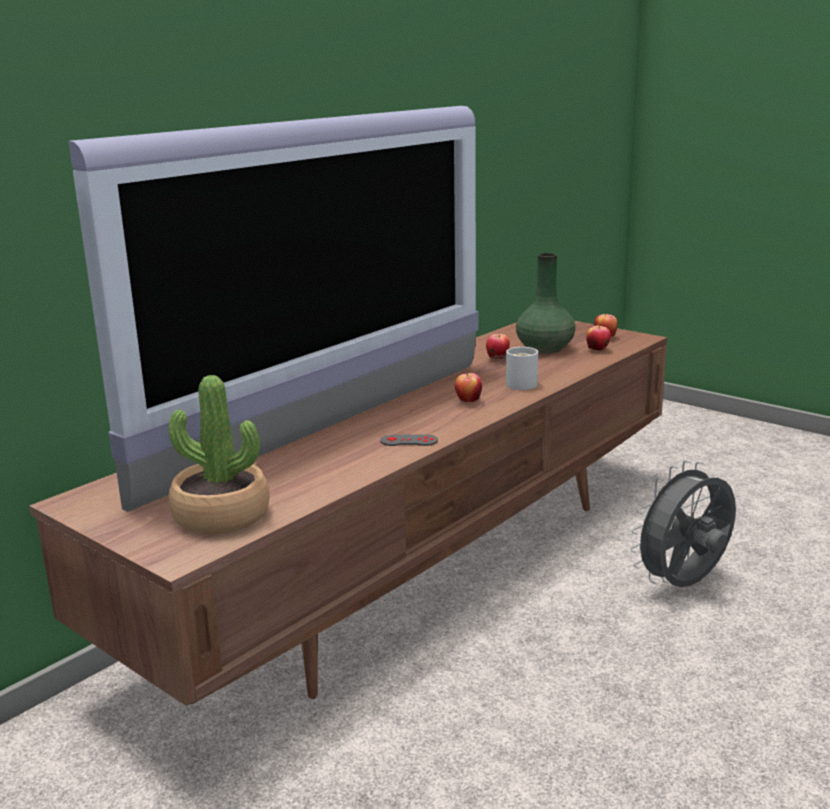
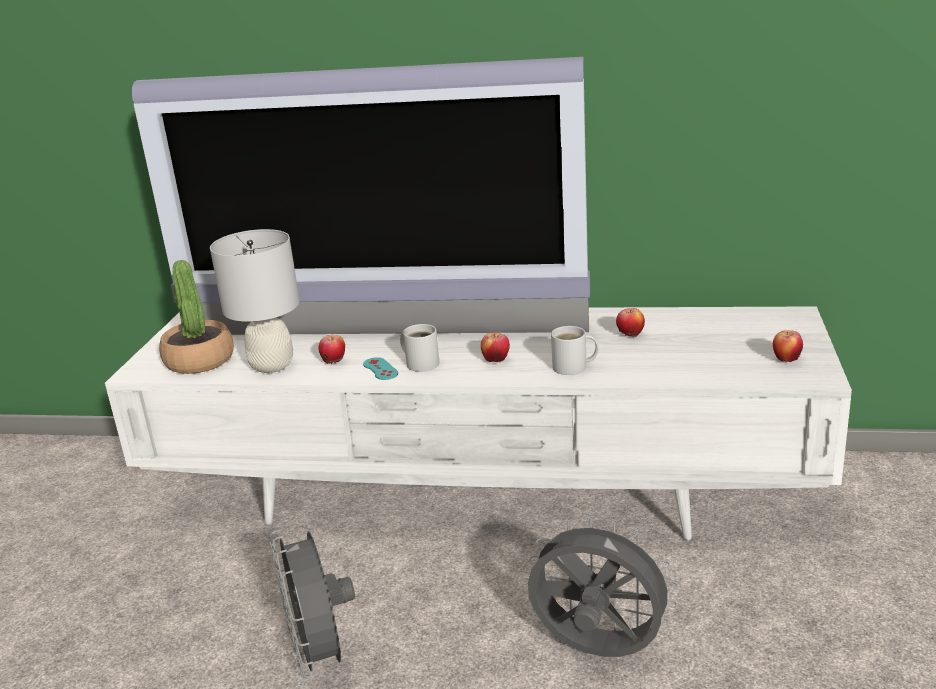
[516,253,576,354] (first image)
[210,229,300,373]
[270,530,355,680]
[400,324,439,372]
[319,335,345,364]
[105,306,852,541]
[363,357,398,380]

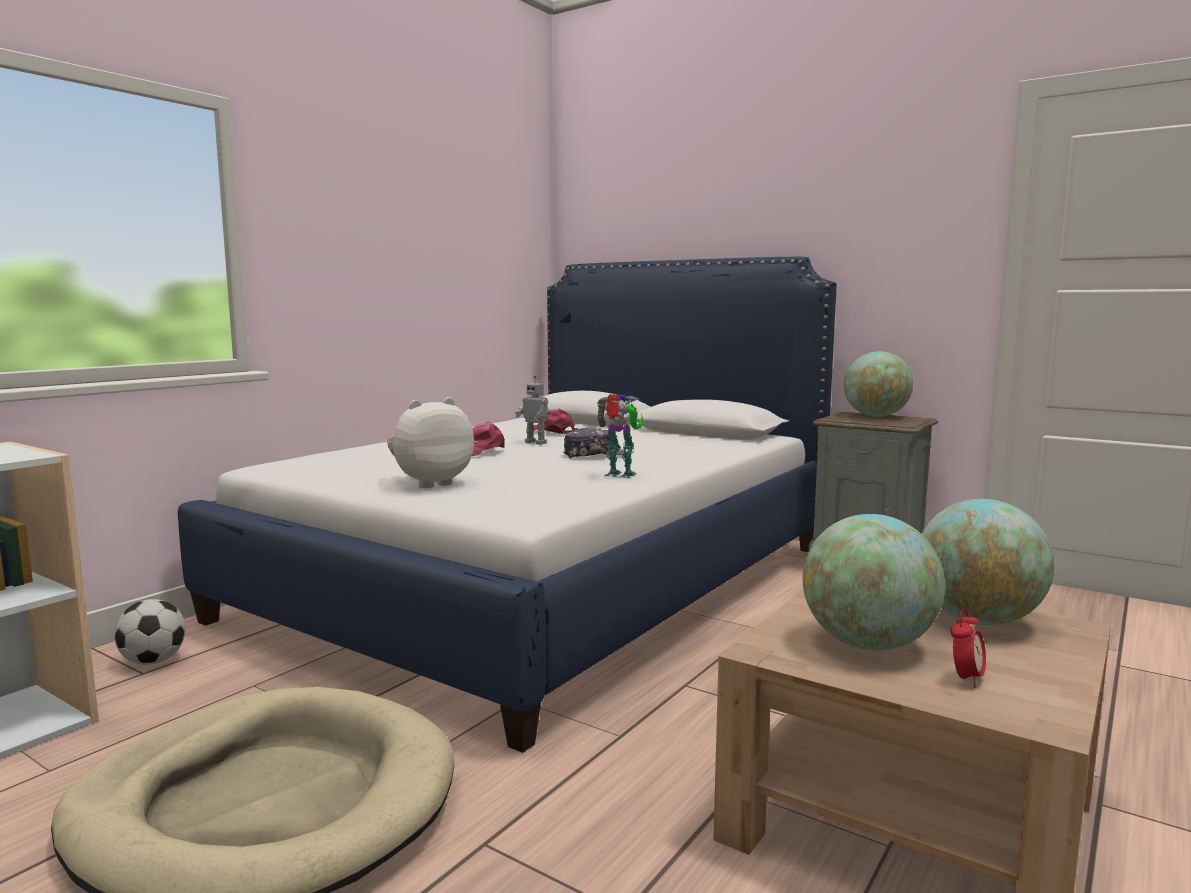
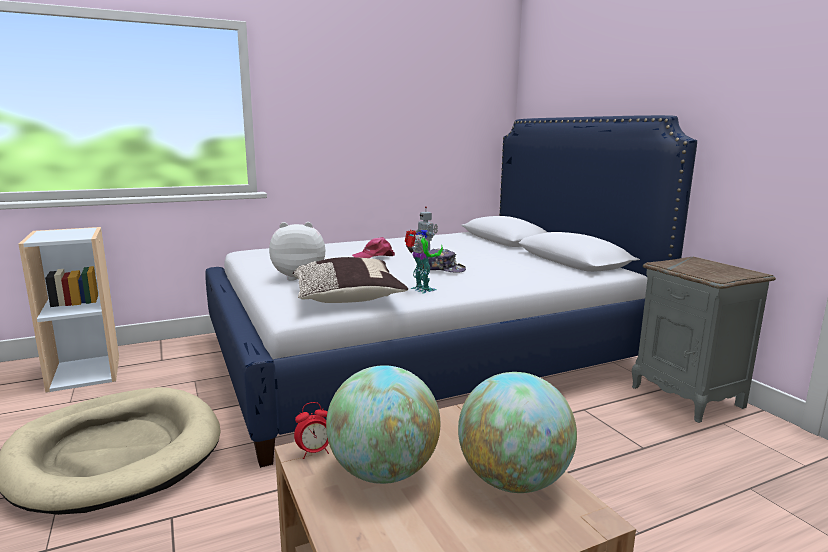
[114,599,186,665] (first image)
[526,409,576,434] (first image)
[844,351,913,417] (first image)
[292,257,408,303]
[294,402,329,459]

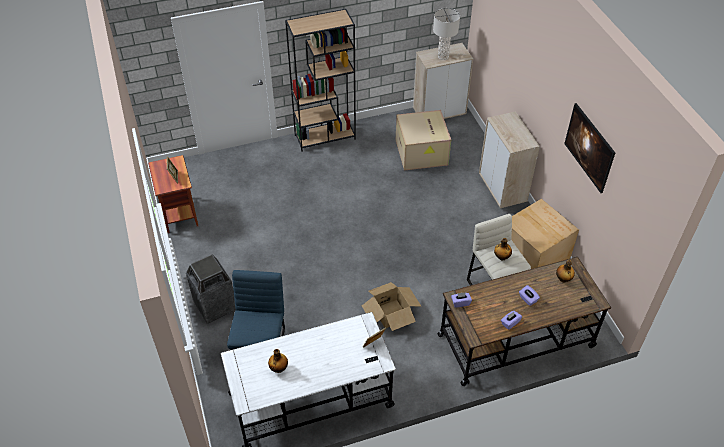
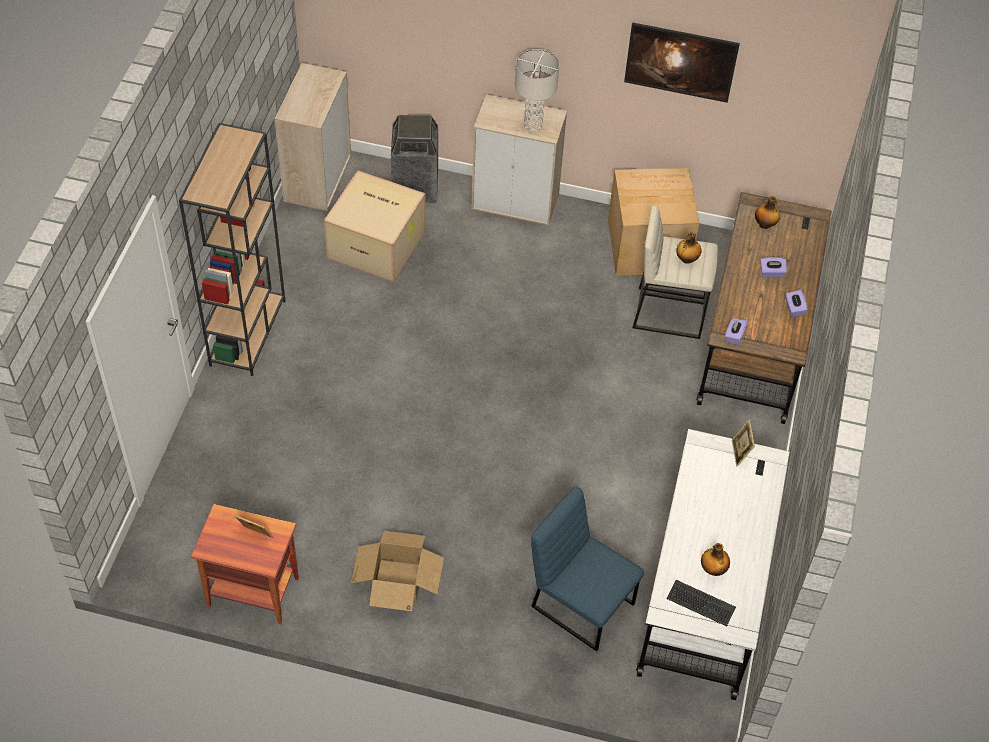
[666,580,736,626]
[391,115,438,203]
[351,531,444,611]
[515,49,559,132]

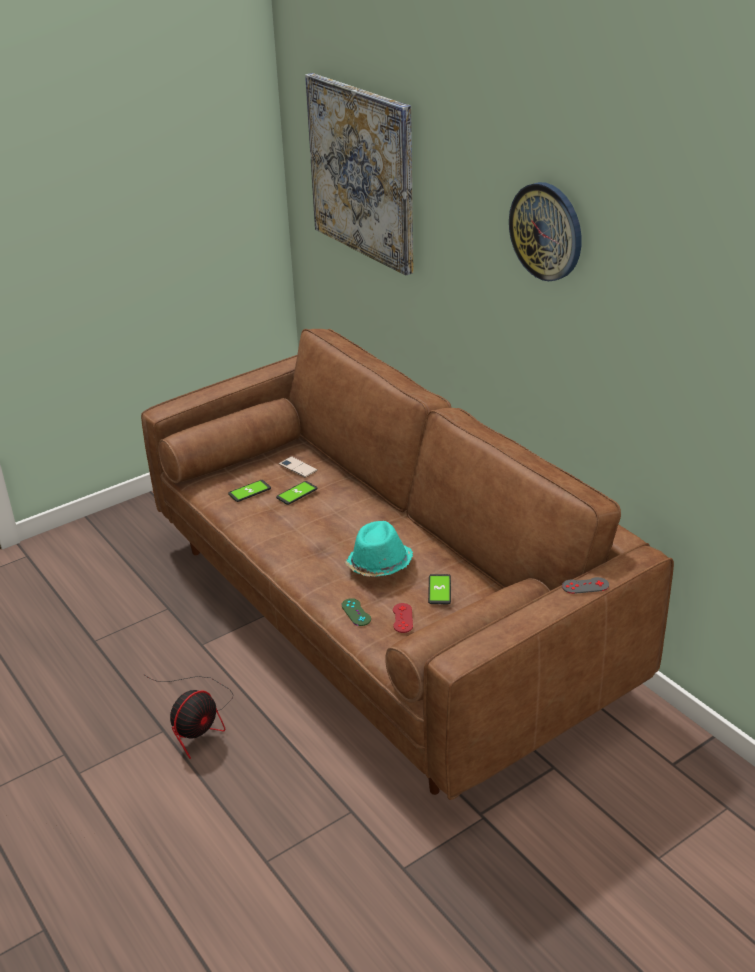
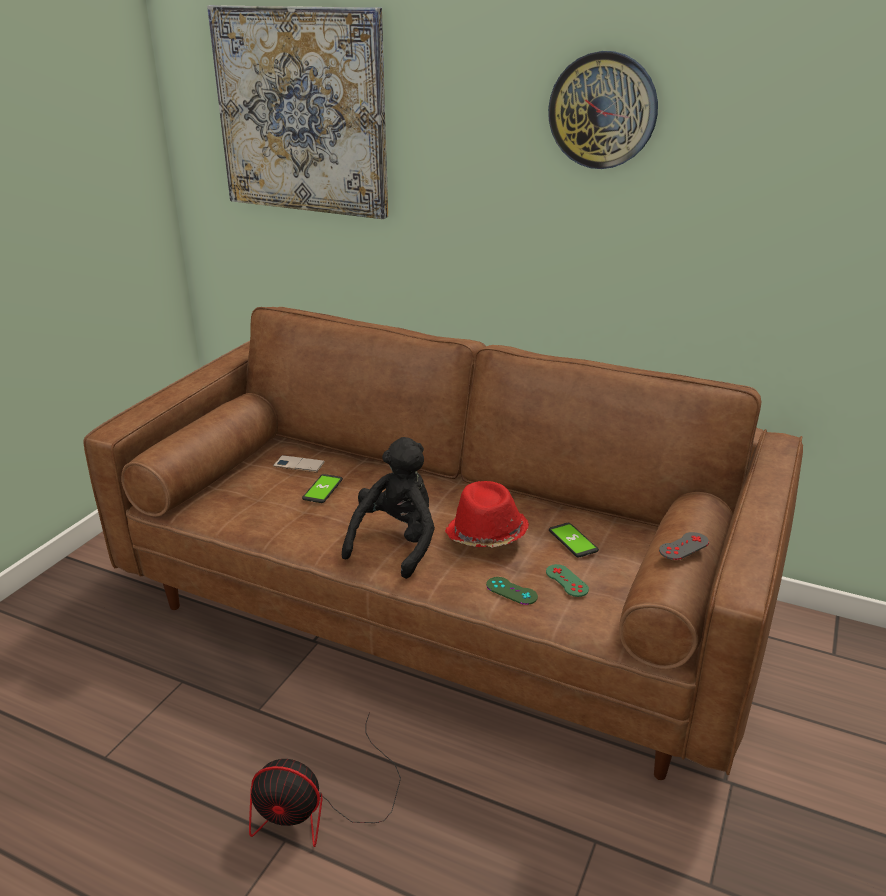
[228,480,271,502] (first image)
[342,437,435,579]
[659,532,709,560]
[445,481,529,548]
[546,564,589,597]
[249,712,401,847]

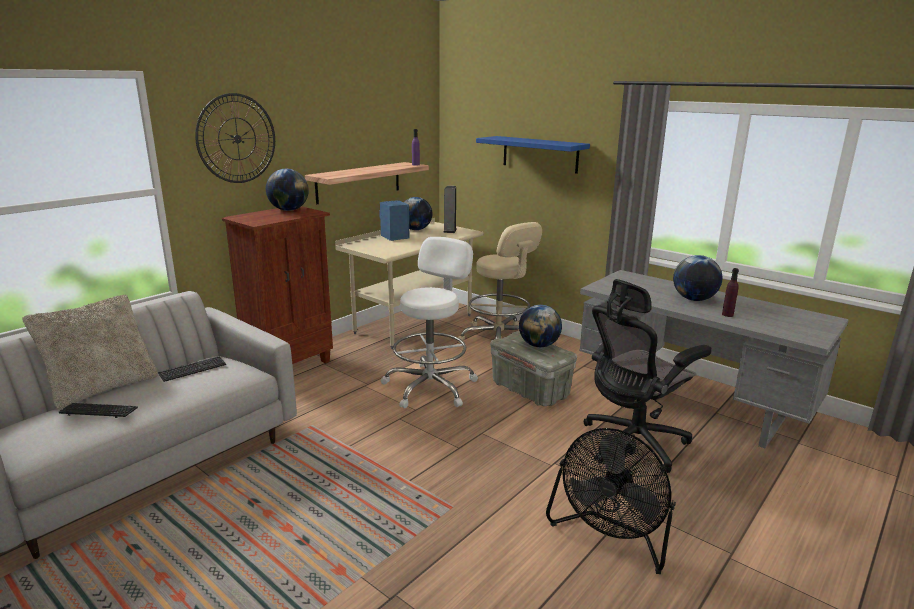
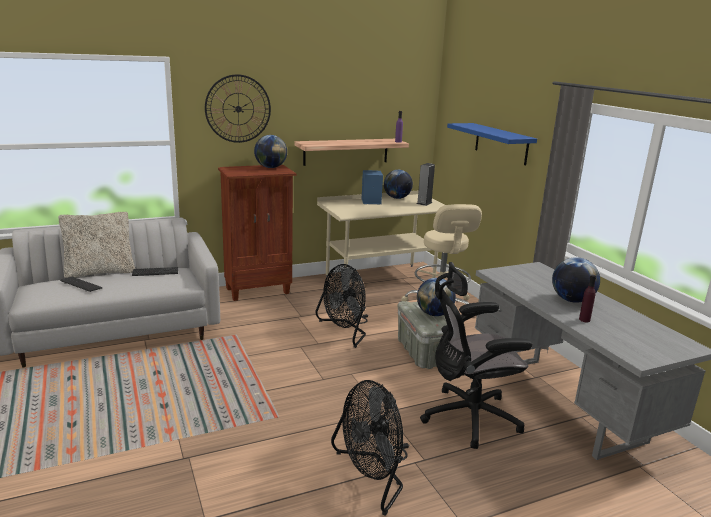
[316,264,368,348]

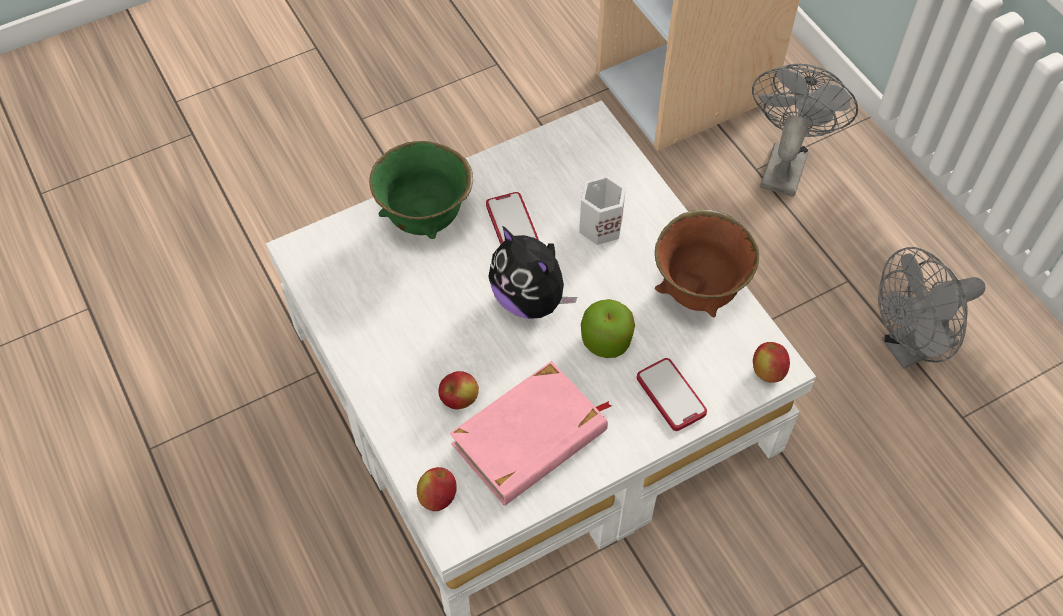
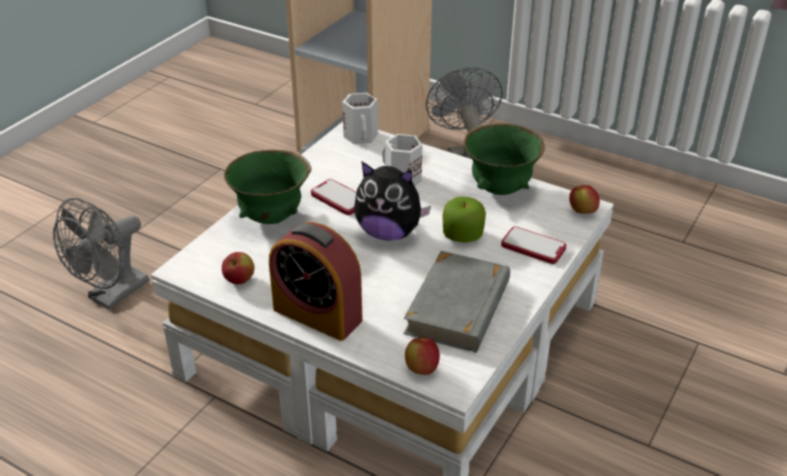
[269,222,363,341]
[342,93,378,144]
[222,252,255,284]
[53,198,149,310]
[404,251,510,353]
[464,123,545,195]

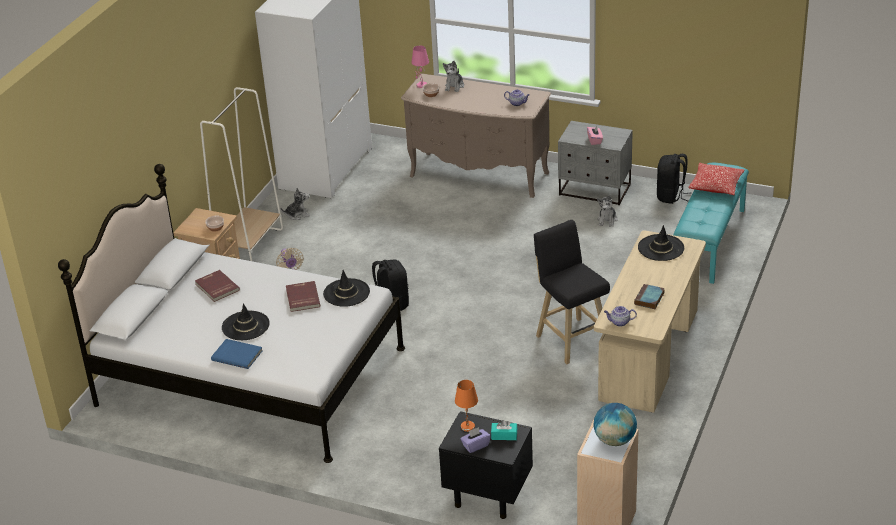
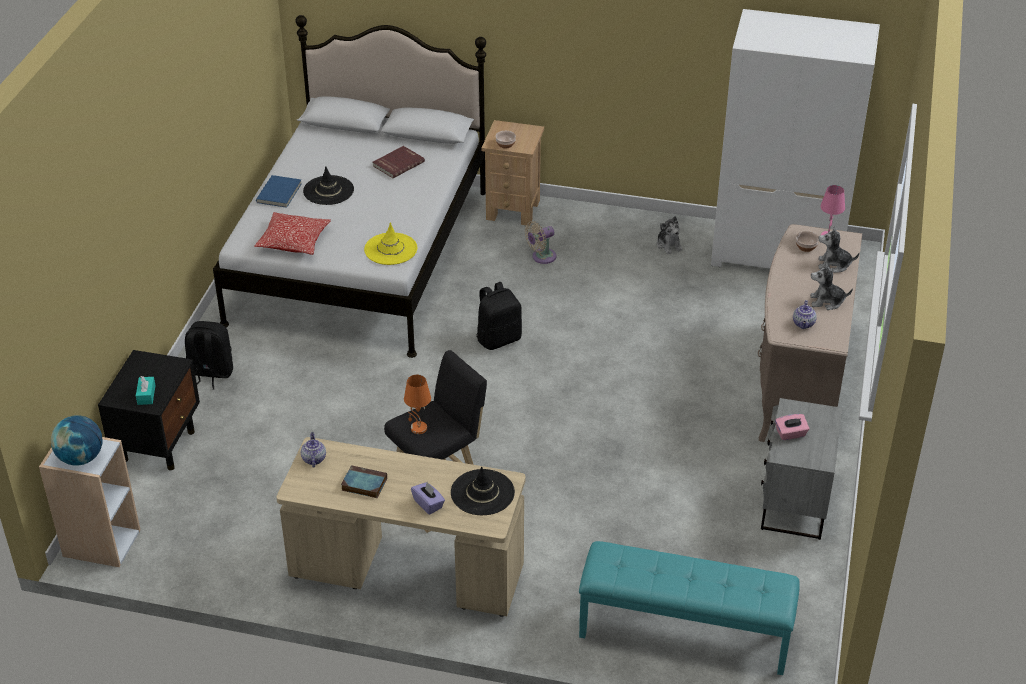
[200,87,283,261] (first image)
[286,281,320,312] (first image)
[404,375,431,434]
[411,482,445,515]
[810,263,853,310]
[185,321,233,390]
[254,212,331,255]
[364,222,417,265]

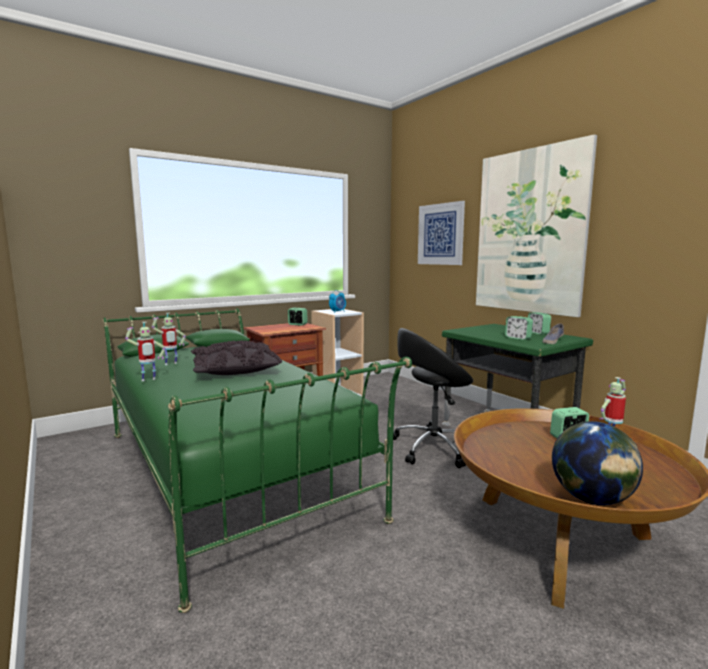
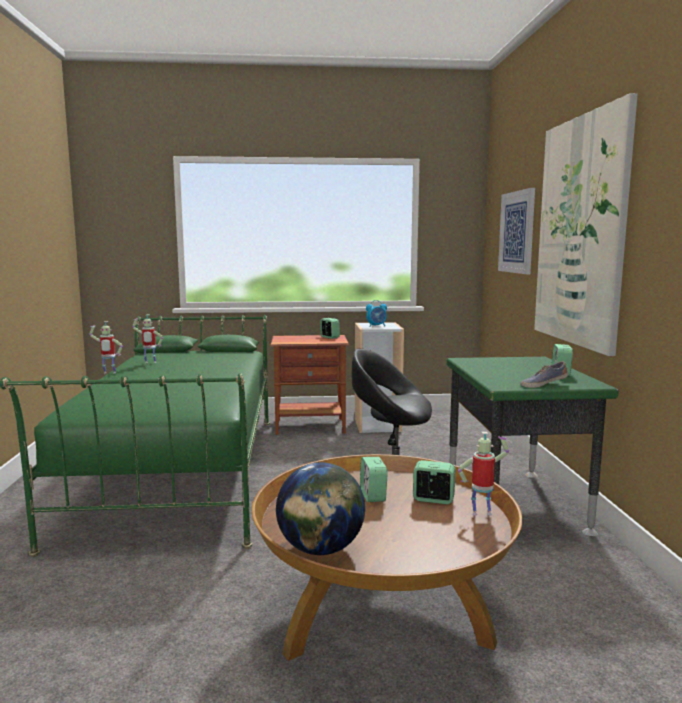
[191,340,282,375] (first image)
[360,457,388,502]

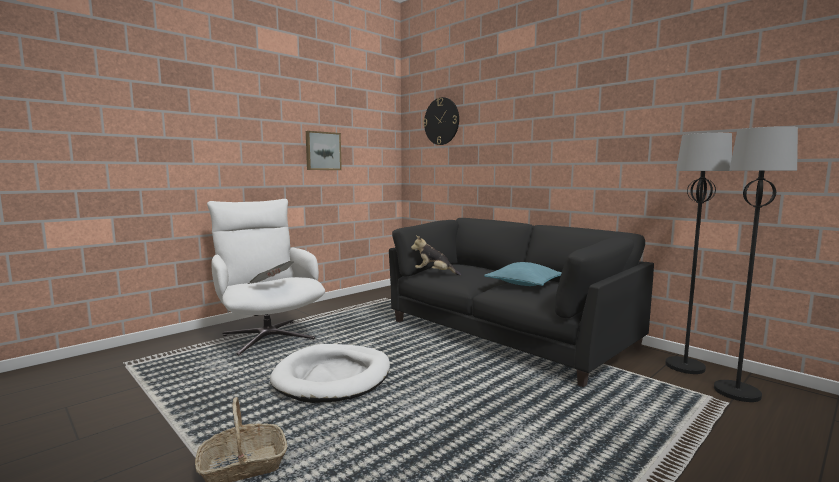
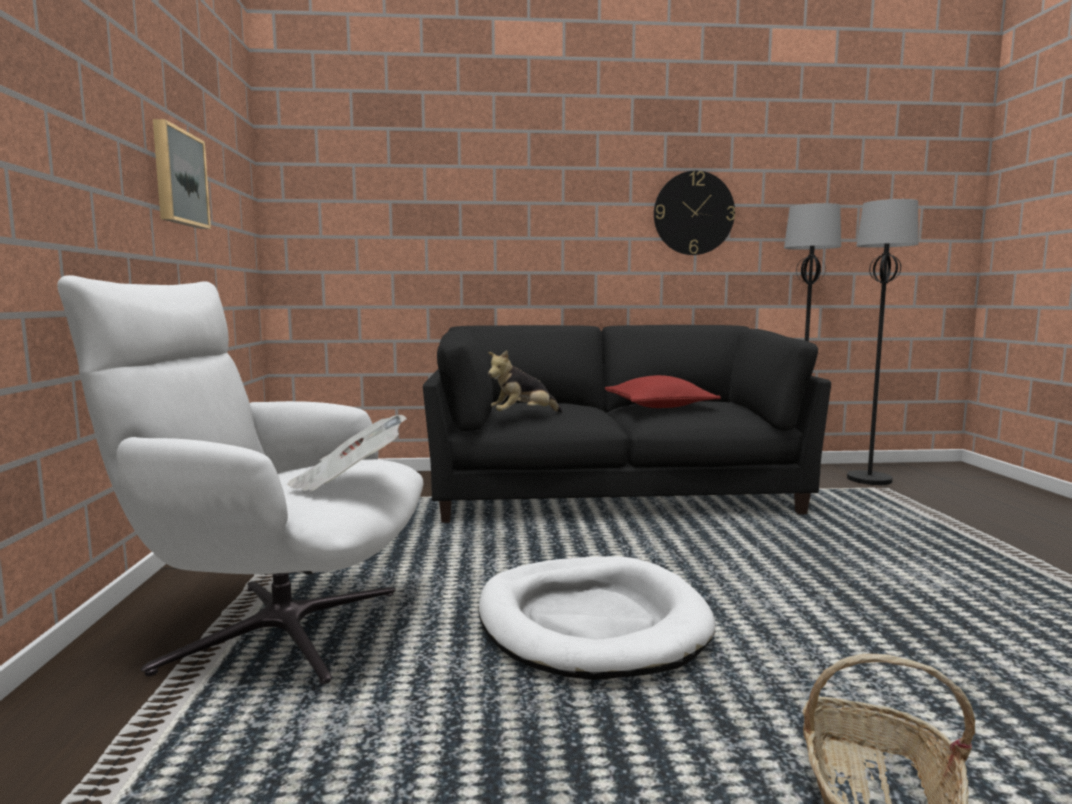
[654,171,735,255]
[605,375,721,408]

